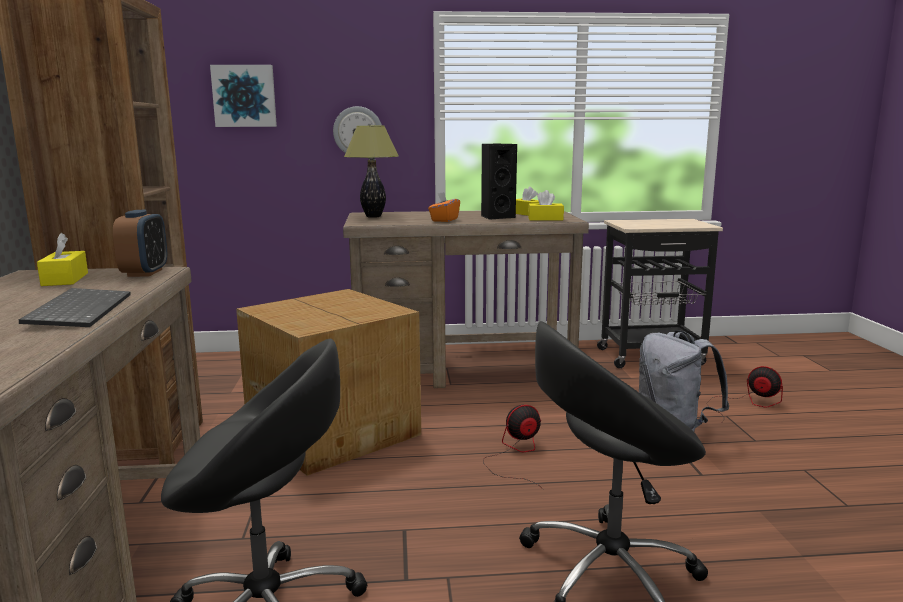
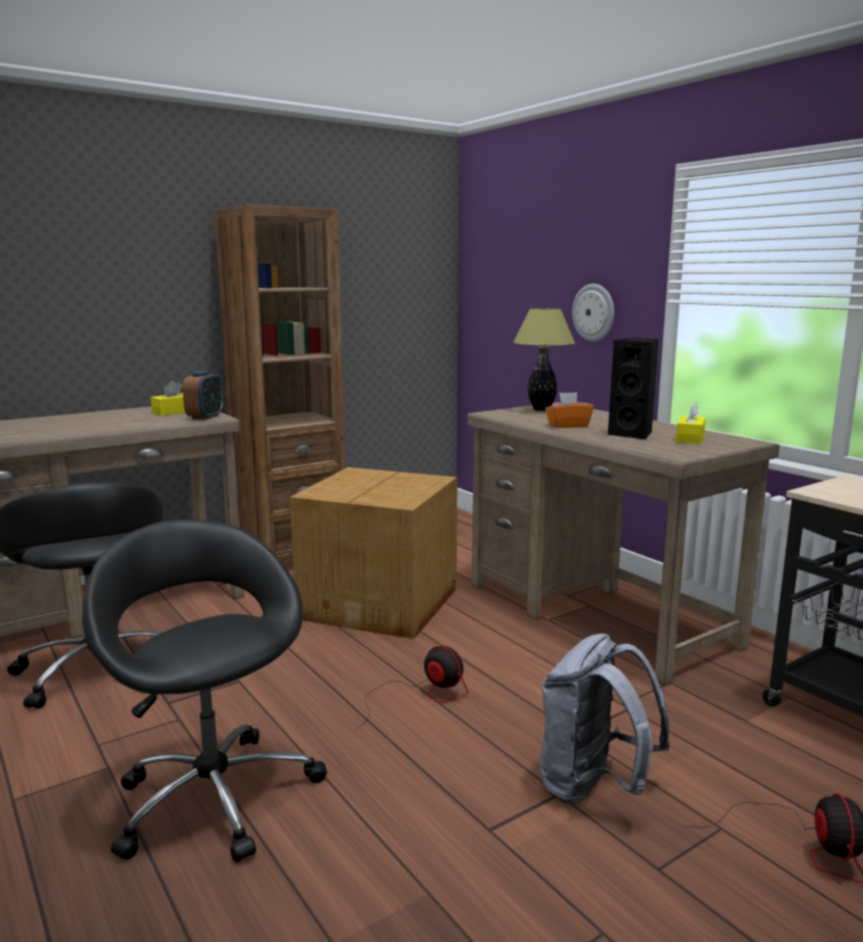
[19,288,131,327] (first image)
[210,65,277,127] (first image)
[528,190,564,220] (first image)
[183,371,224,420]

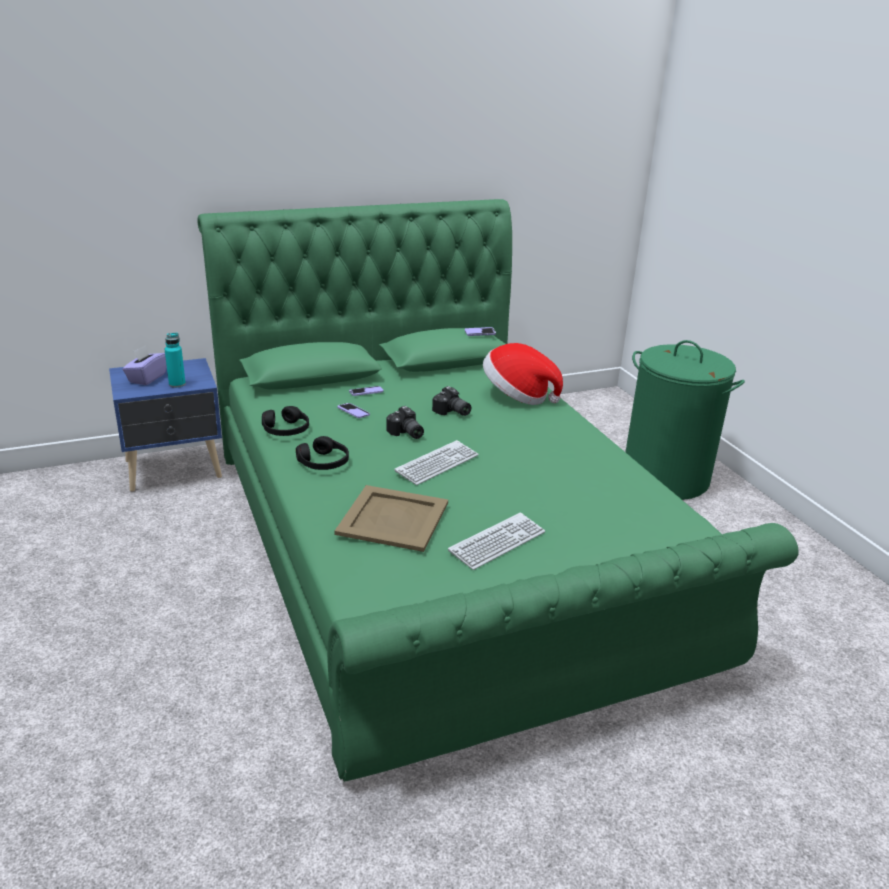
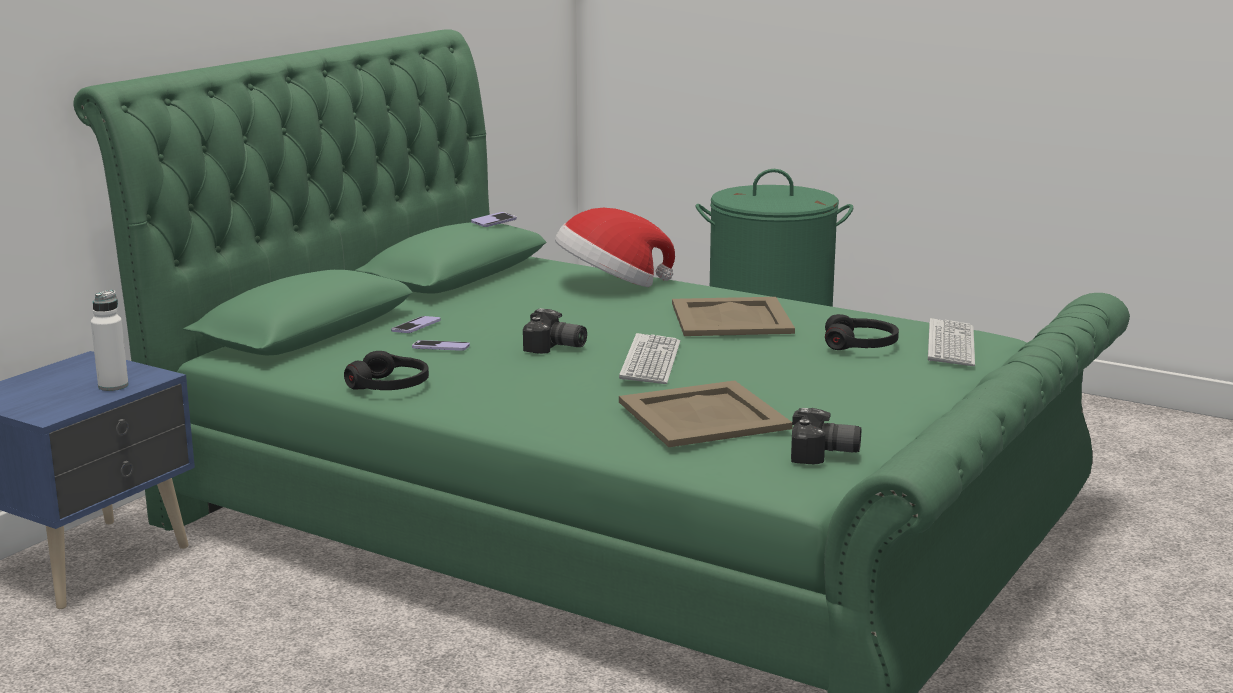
[122,345,167,385] (first image)
[672,297,795,336]
[825,314,899,350]
[791,408,861,464]
[928,318,975,366]
[91,290,129,391]

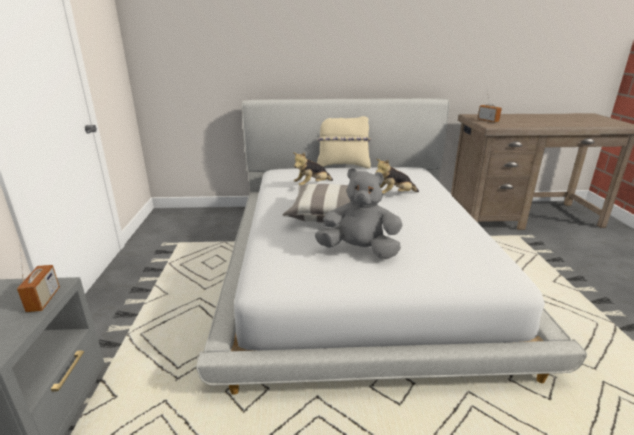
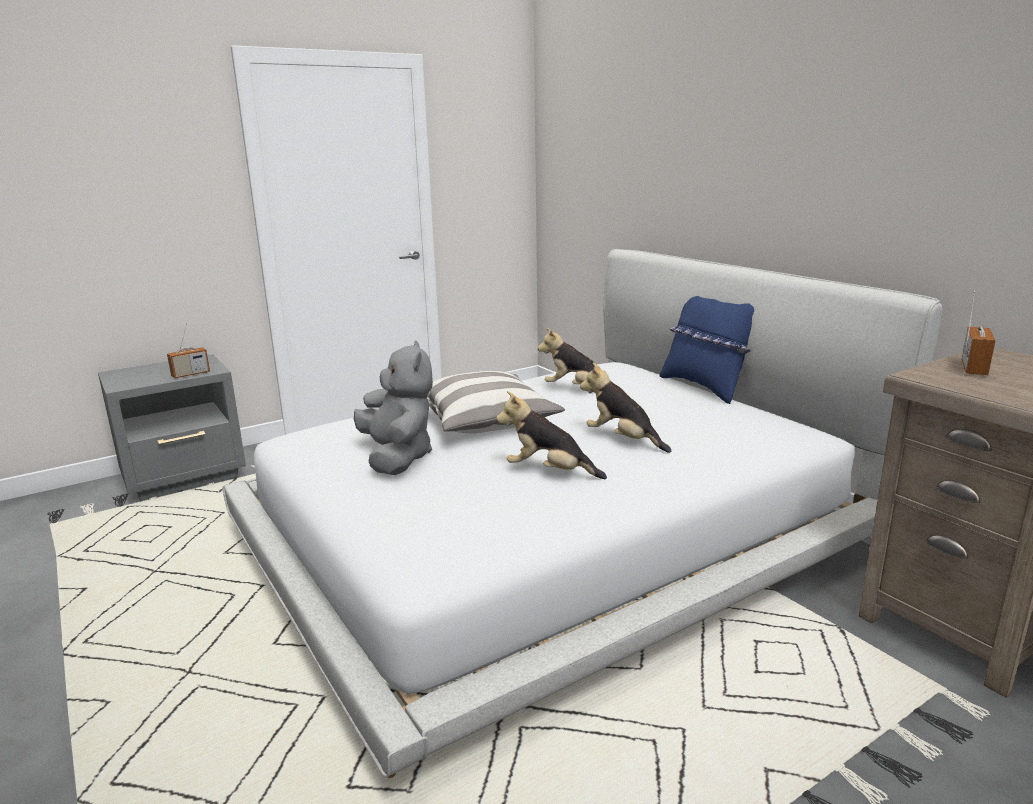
[496,391,607,479]
[659,296,754,404]

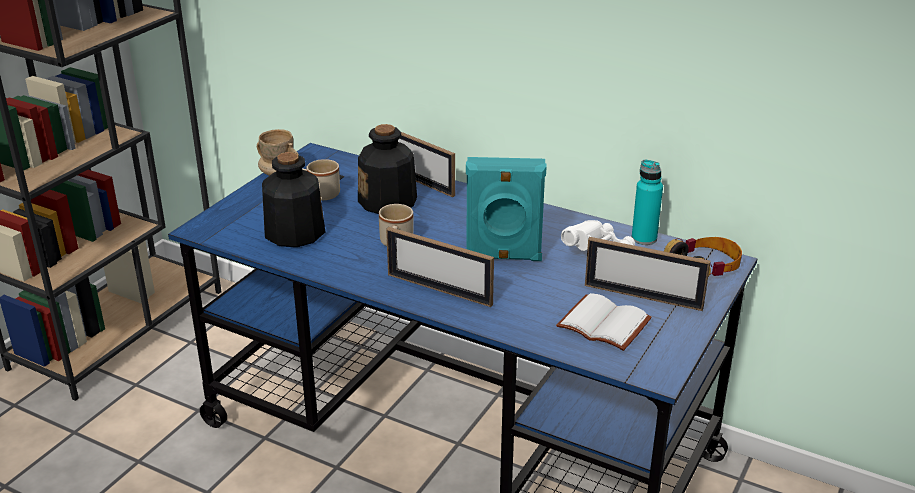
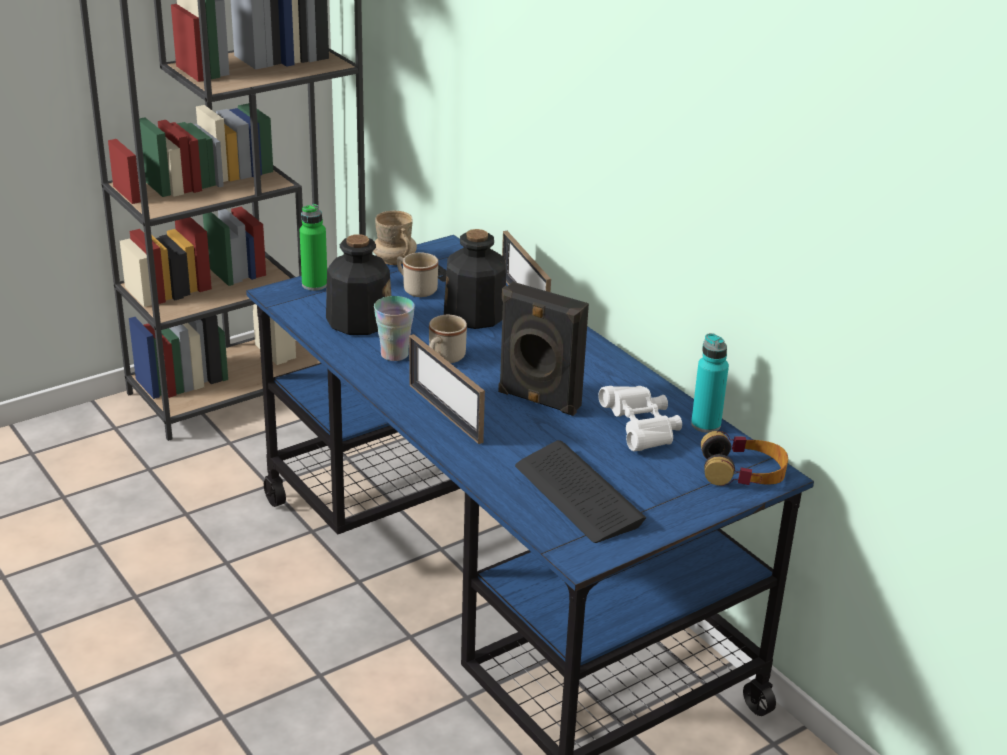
[585,237,711,311] (first image)
[300,204,327,291]
[374,296,415,361]
[515,440,646,543]
[498,282,589,416]

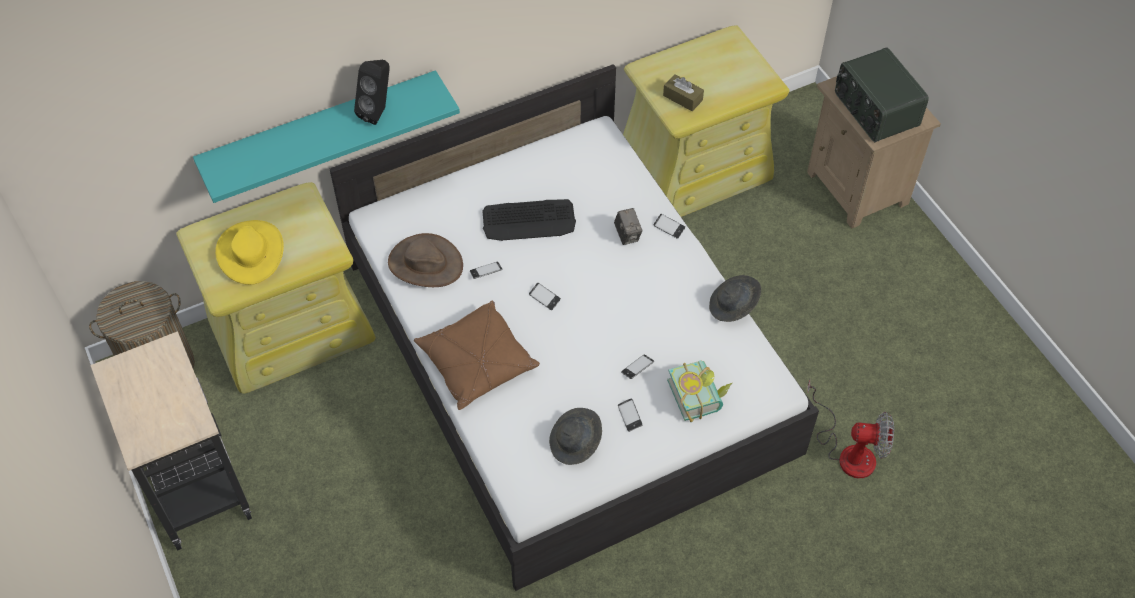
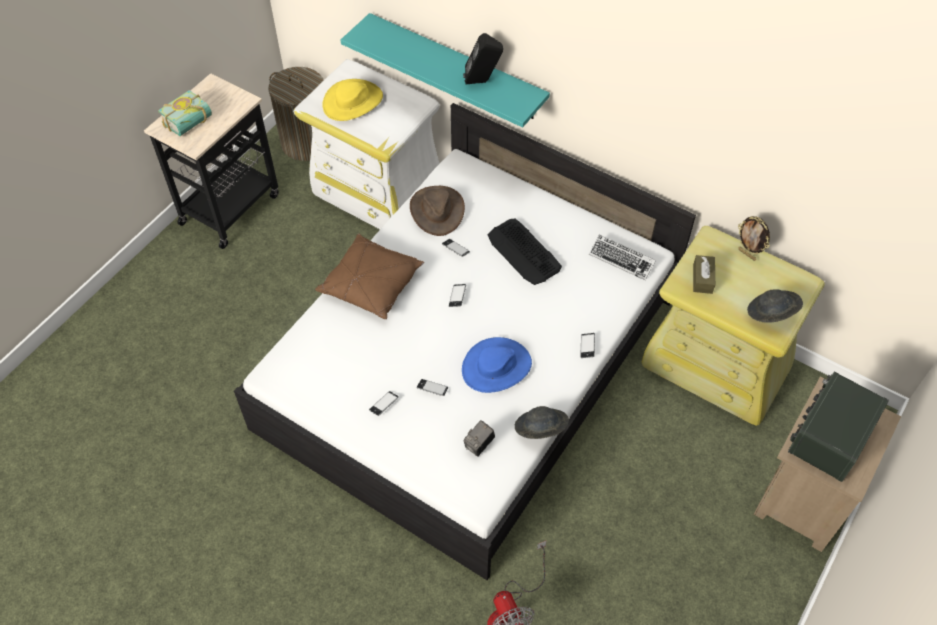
[462,337,532,393]
[589,235,656,280]
[738,216,770,261]
[747,289,803,323]
[463,420,495,457]
[158,90,212,136]
[293,59,440,229]

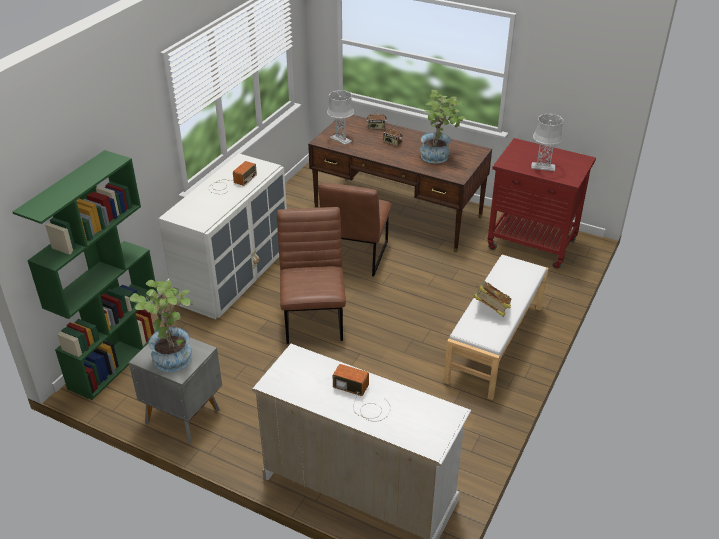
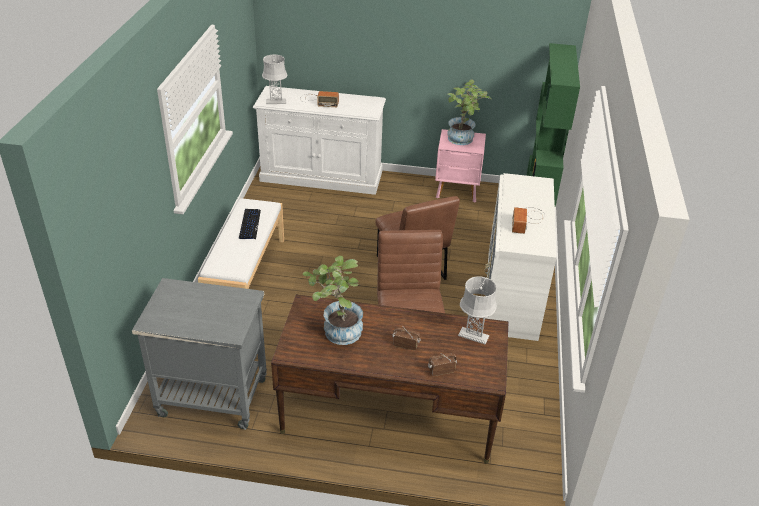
[262,55,287,104]
[239,209,261,239]
[435,129,486,203]
[132,278,267,430]

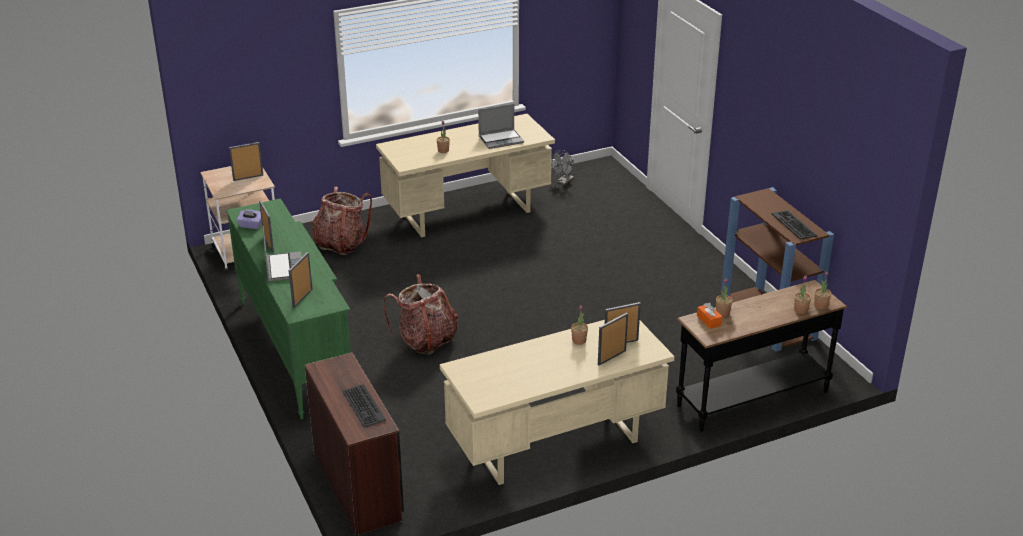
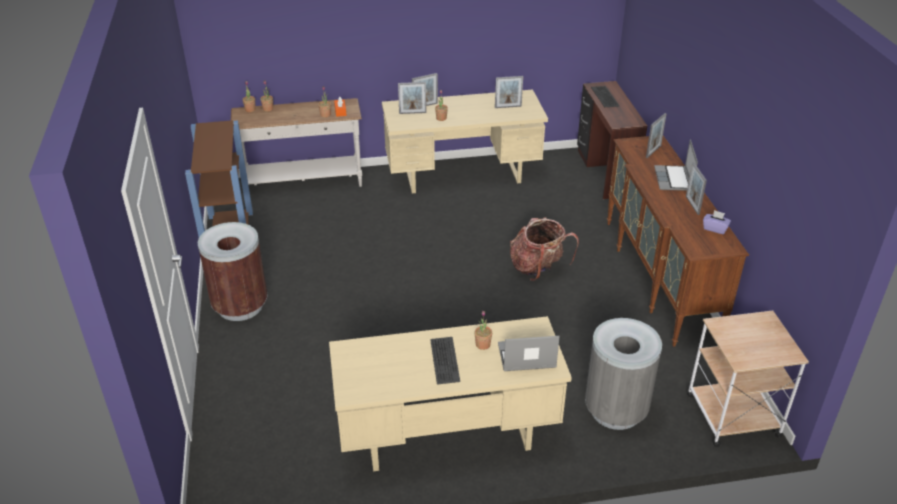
[551,150,574,185] (first image)
[198,222,268,321]
[495,76,523,108]
[498,336,560,371]
[430,337,460,385]
[585,318,662,430]
[607,136,749,347]
[231,98,362,187]

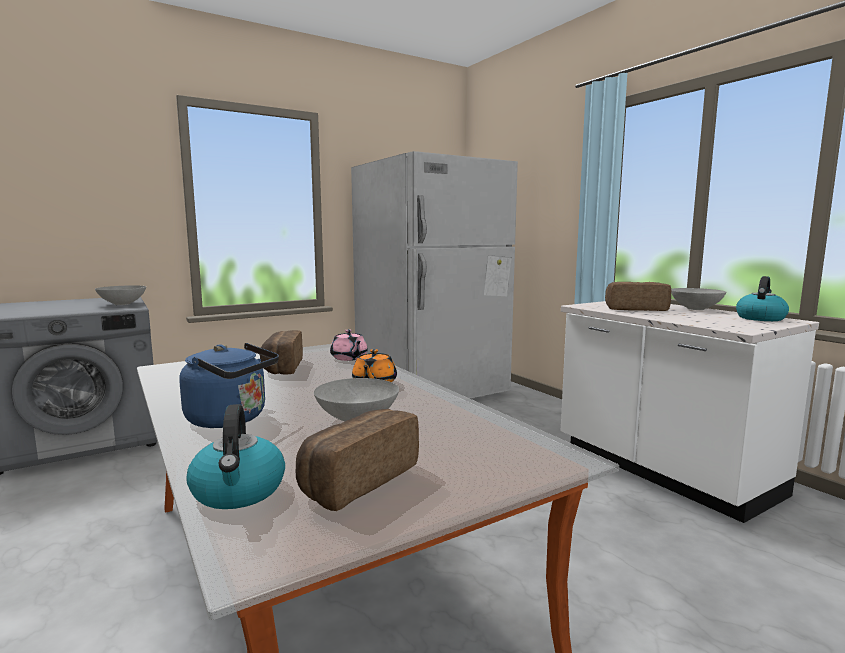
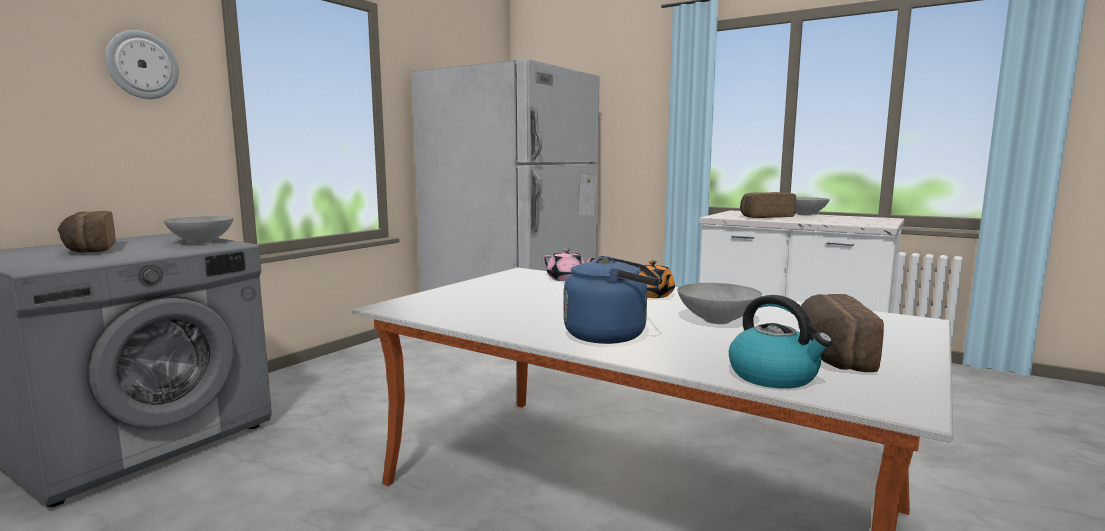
[736,276,789,321] (first image)
[105,30,179,99]
[58,211,116,253]

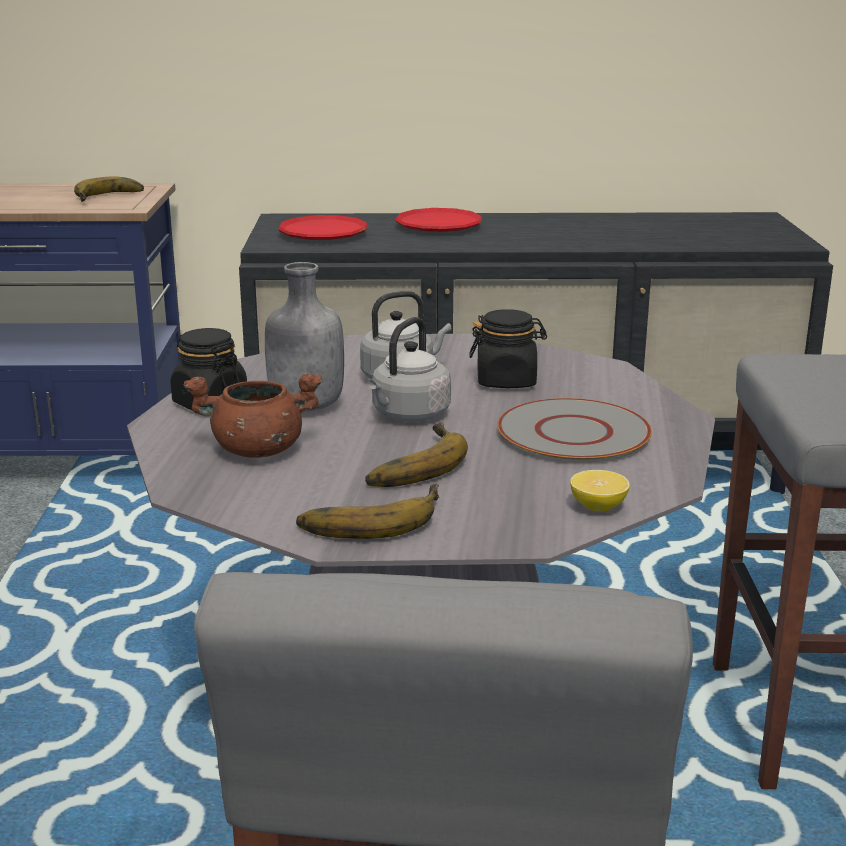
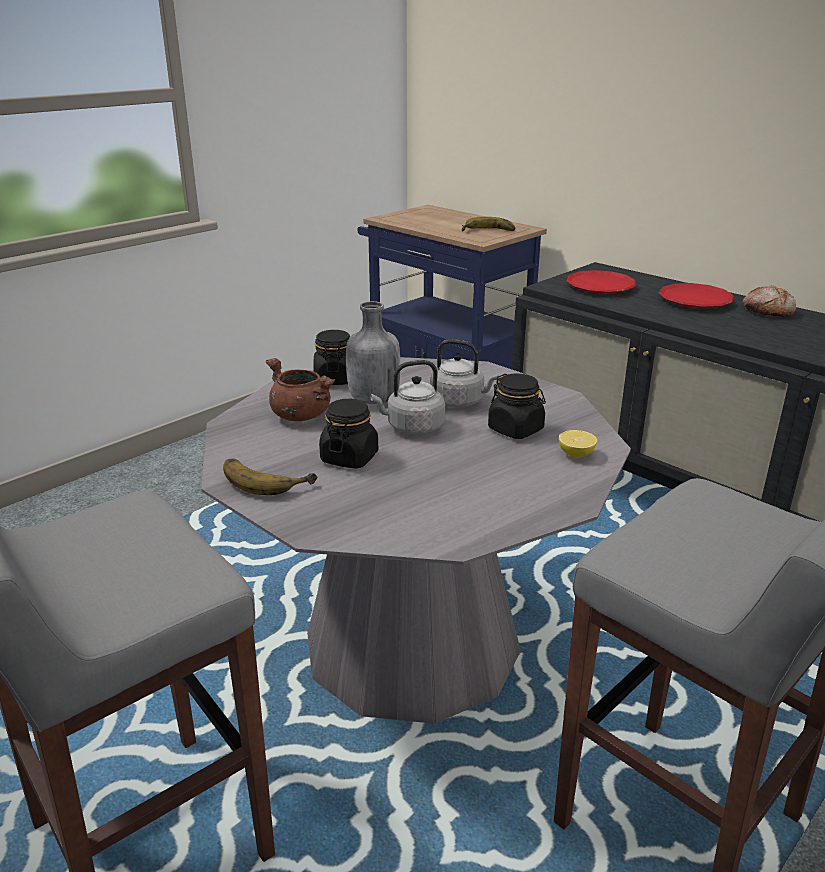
[497,398,652,462] (first image)
[742,286,796,316]
[559,430,597,458]
[319,399,378,469]

